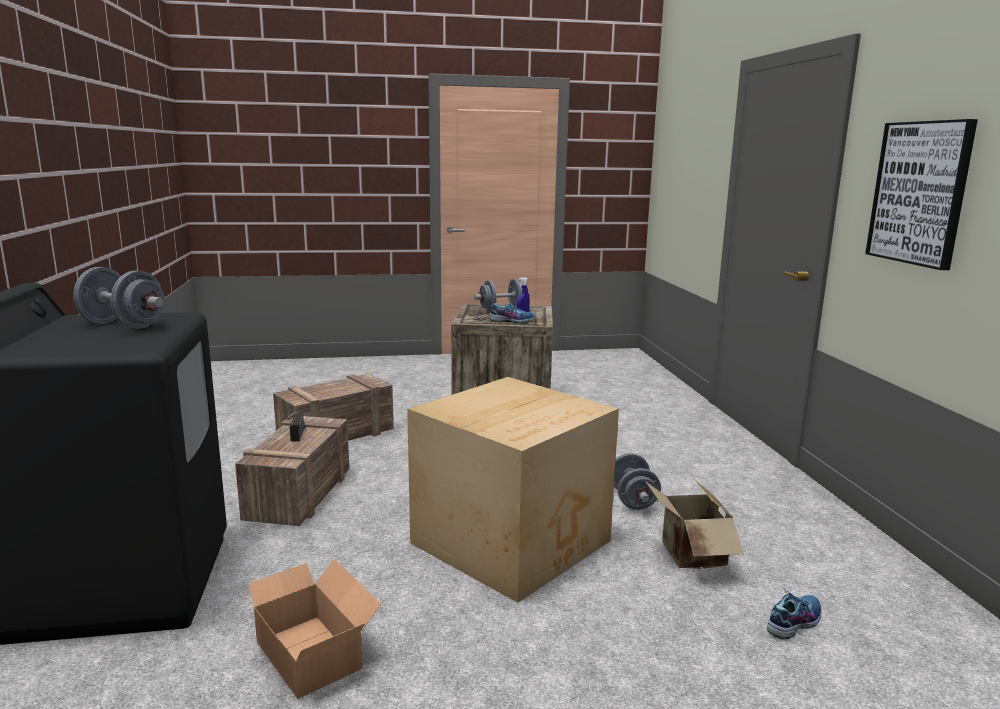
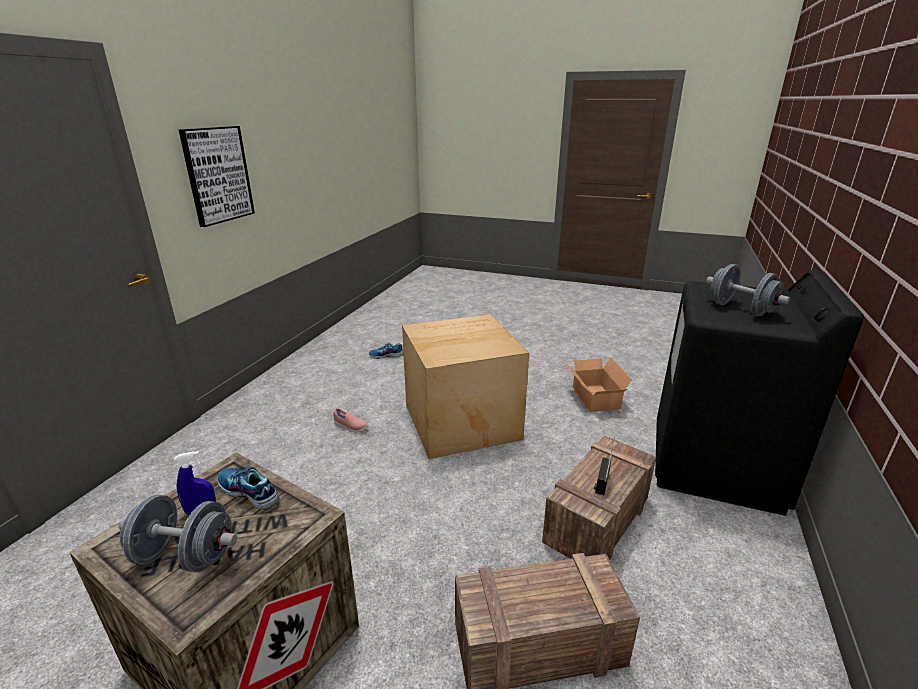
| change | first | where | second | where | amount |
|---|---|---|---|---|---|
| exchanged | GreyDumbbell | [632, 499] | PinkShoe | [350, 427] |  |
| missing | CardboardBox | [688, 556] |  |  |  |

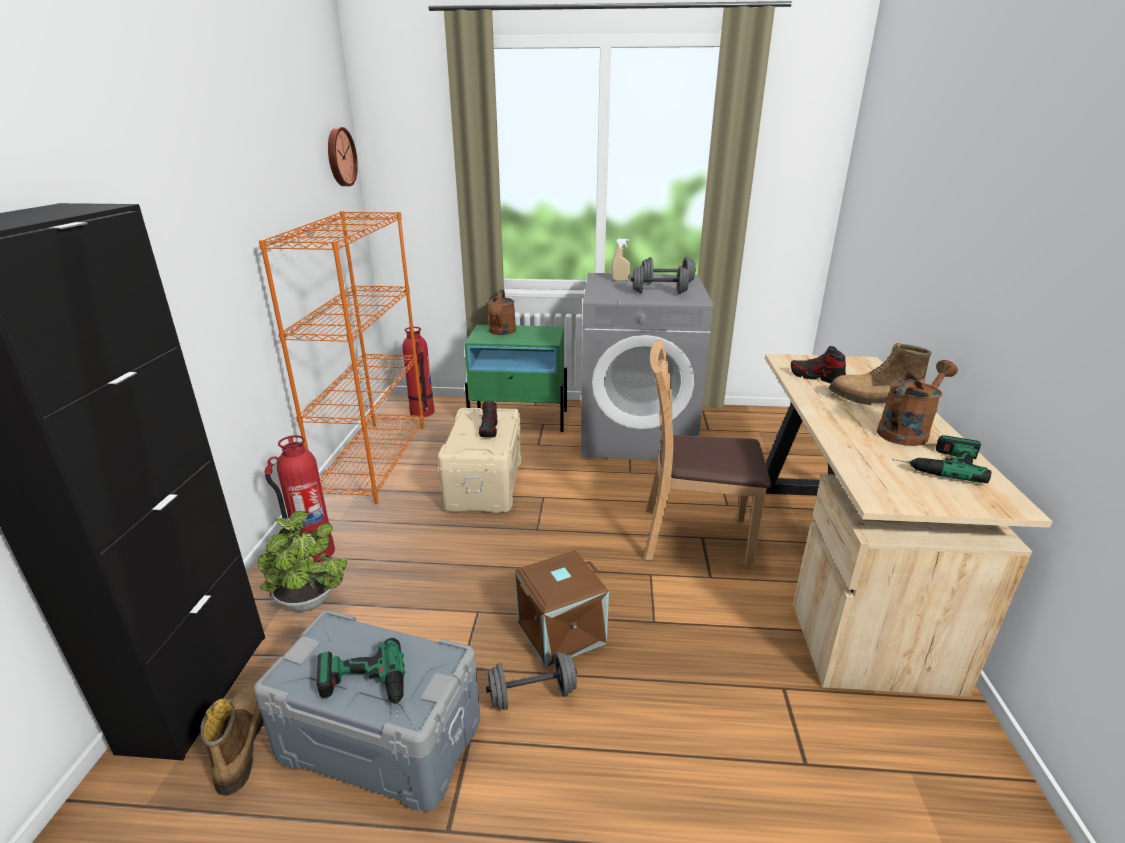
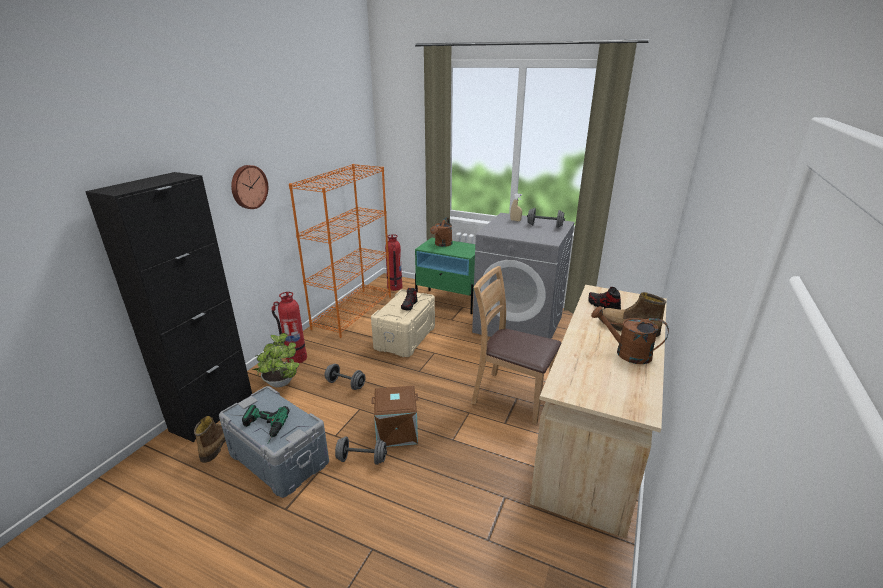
| change | first | where | second | where | amount |
|---|---|---|---|---|---|
| relocated | WallClock | [339, 157] |  | [248, 187] |  |
| relocated | GreyDumbbell | [659, 293] |  | [345, 384] |  |
| spun | BrownWateringCan | [906, 431] |  | [626, 353] | 135 degrees counterclockwise |
| missing | PowerDrill | [934, 462] |  |  |  |

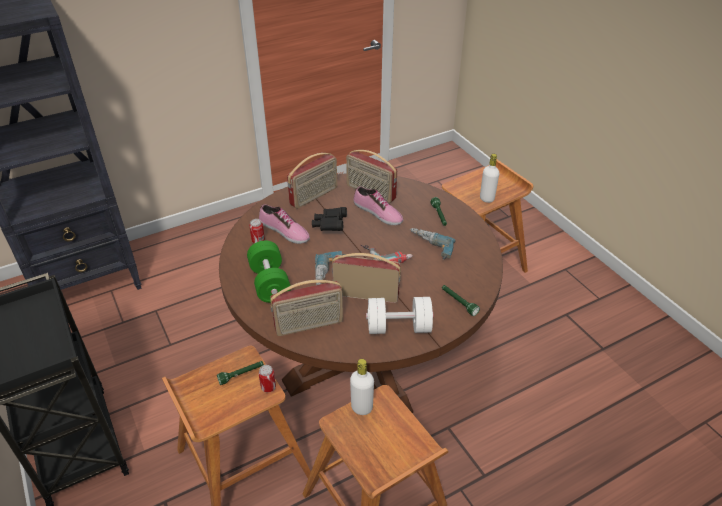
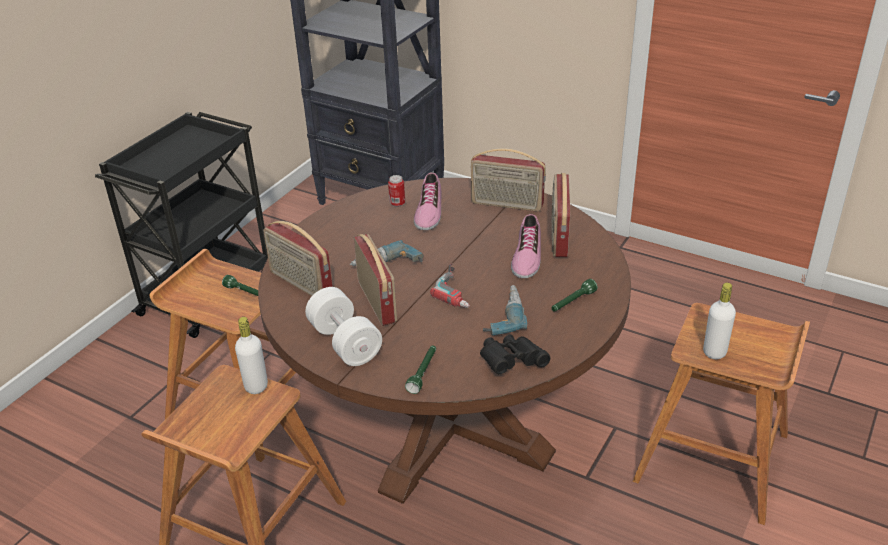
| change | first | where | second | where | amount |
|---|---|---|---|---|---|
| missing | GreenDumbbell | [269, 283] |  |  |  |
| missing | Can | [268, 387] |  |  |  |
| relocated | BlackBinoculars | [330, 226] |  | [511, 363] |  |

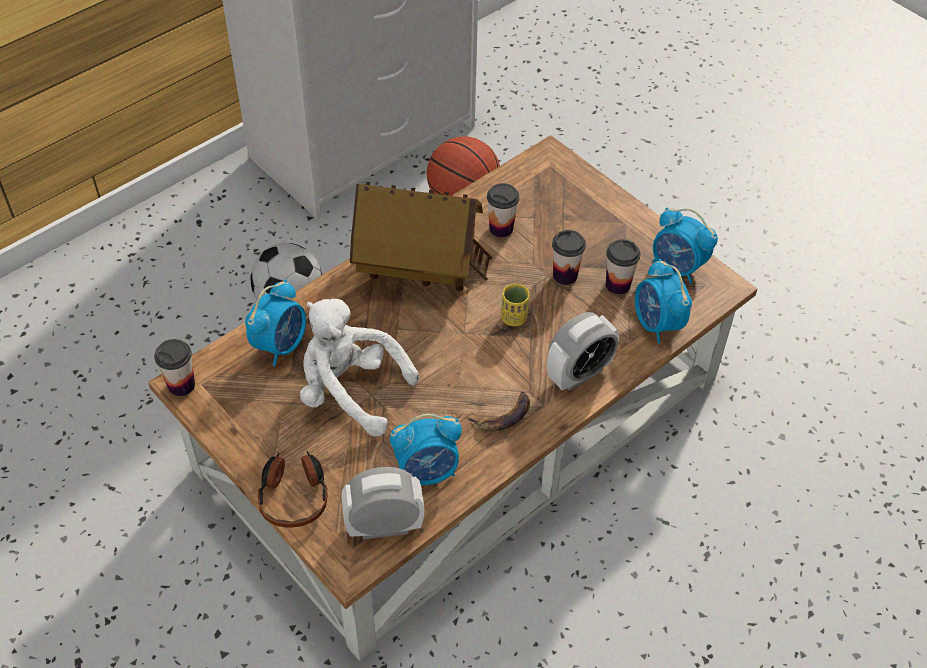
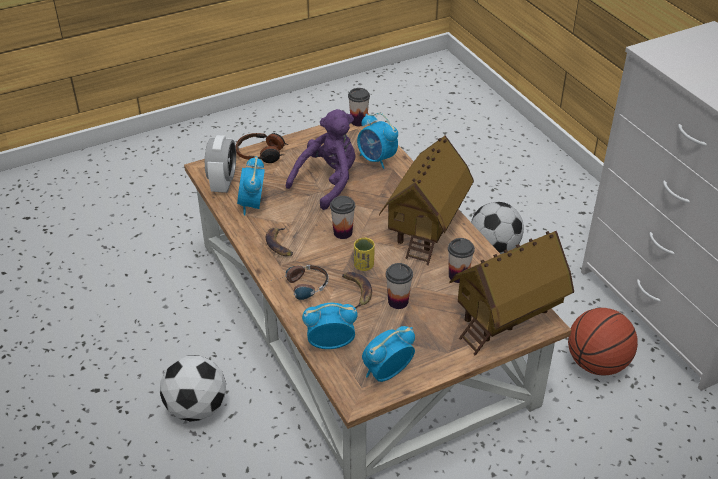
| change | first | where | second | where | amount |
|---|---|---|---|---|---|
| colour | WhitePlushToy | [350, 391] | PurplePlushToy | [328, 182] |  |
| exchanged | AlarmClock | [579, 374] | Headphones | [299, 288] |  |
| relocated | Cup | [617, 285] |  | [343, 232] |  |
| appeared |  |  | Football | [196, 408] |  |
| appeared |  |  | Banana | [356, 291] |  |
| appeared |  |  | ToyHouse | [506, 317] |  |

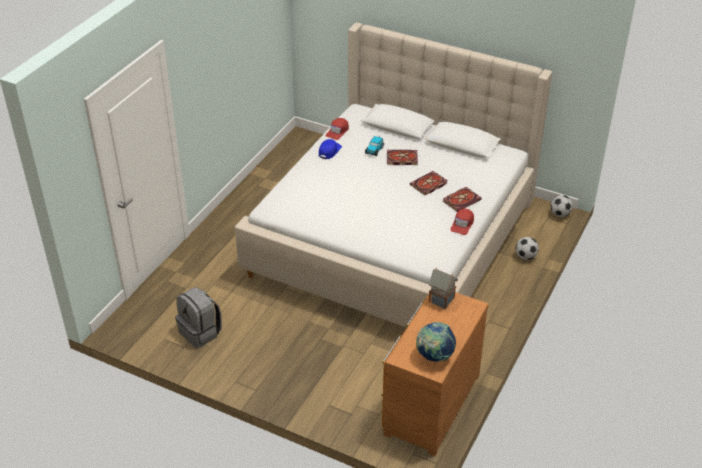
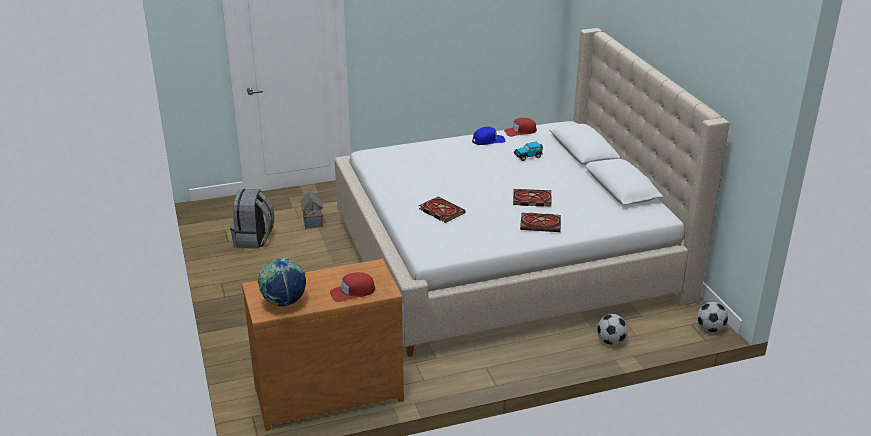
| change | first | where | second | where | amount |
|---|---|---|---|---|---|
| relocated | Book | [401, 159] |  | [440, 211] |  |
| relocated | ToyHouse | [442, 300] |  | [313, 224] |  |
| relocated | RedCap | [462, 224] |  | [352, 292] |  |

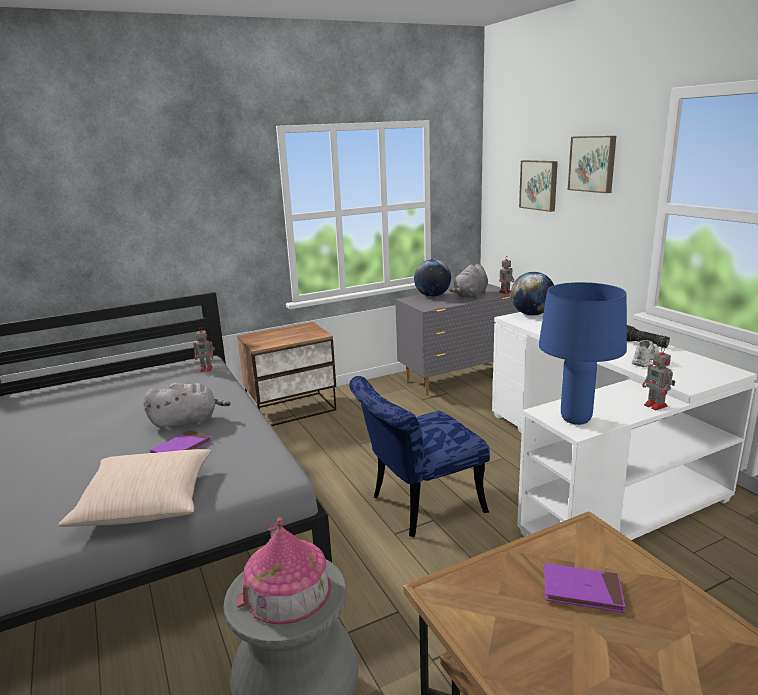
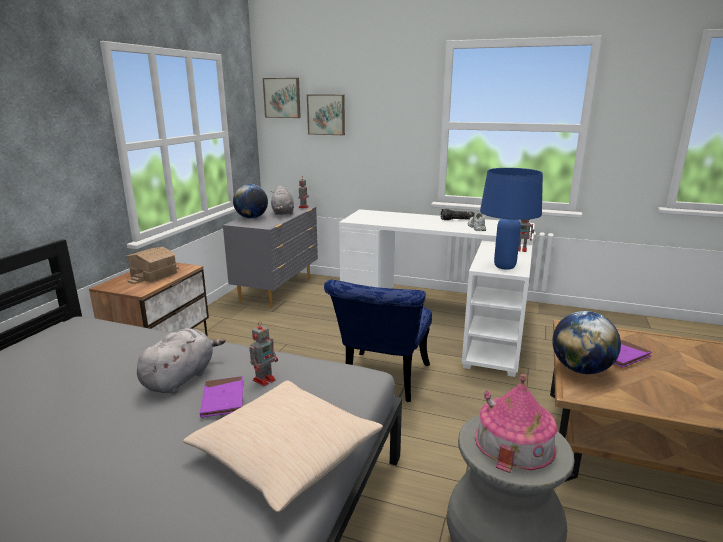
| change | first | where | second | where | amount |
|---|---|---|---|---|---|
| relocated | ToyRobot | [207, 369] |  | [265, 379] |  |
| relocated | Globe | [532, 314] |  | [581, 369] |  |
| relocated | Picture | [593, 164] |  | [282, 98] |  |
| appeared |  |  | ToyHouse | [154, 275] |  |

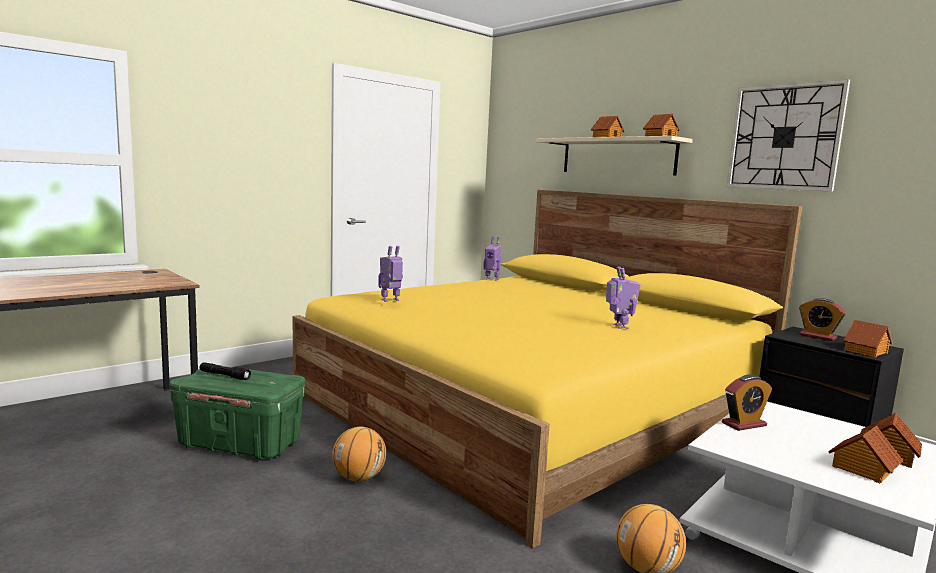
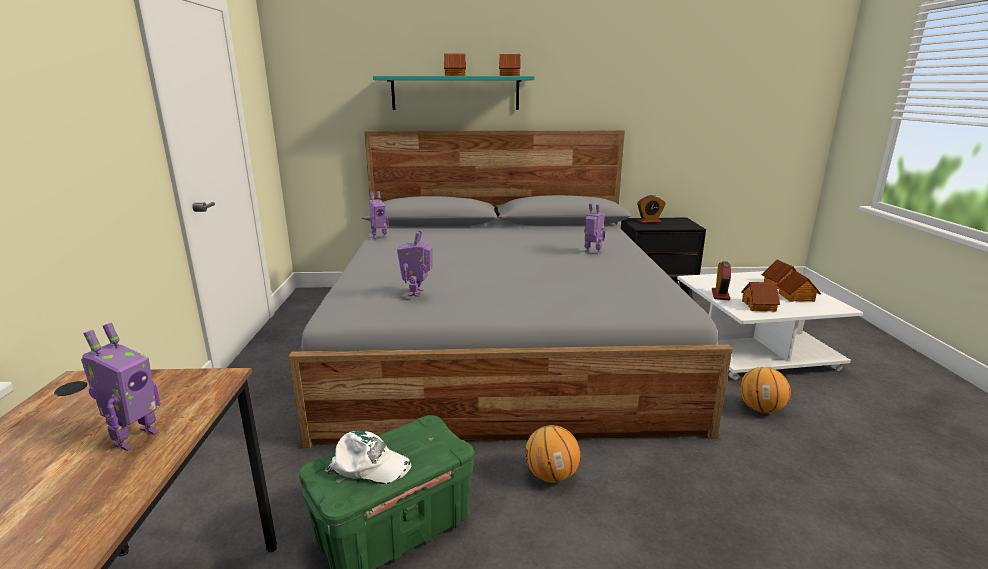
| change | first | where | second | where | amount |
|---|---|---|---|---|---|
| exchanged | BlackFlashlight | [224, 376] | WhiteCap | [369, 465] |  |
| colour | YellowBed | [532, 405] | GreyBed | [501, 342] |  |
| colour | BeigeShelf | [617, 156] | TurquoiseShelf | [455, 93] |  |
| missing | WallClock | [784, 137] |  |  |  |
| relocated | ToyHouse | [866, 351] |  | [759, 306] |  |
| appeared |  |  | ToyRobot | [134, 438] |  |

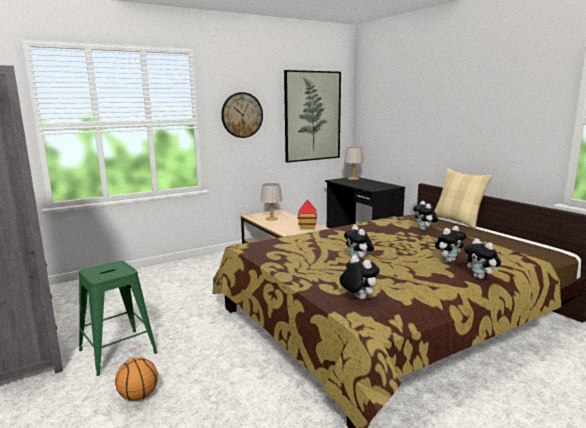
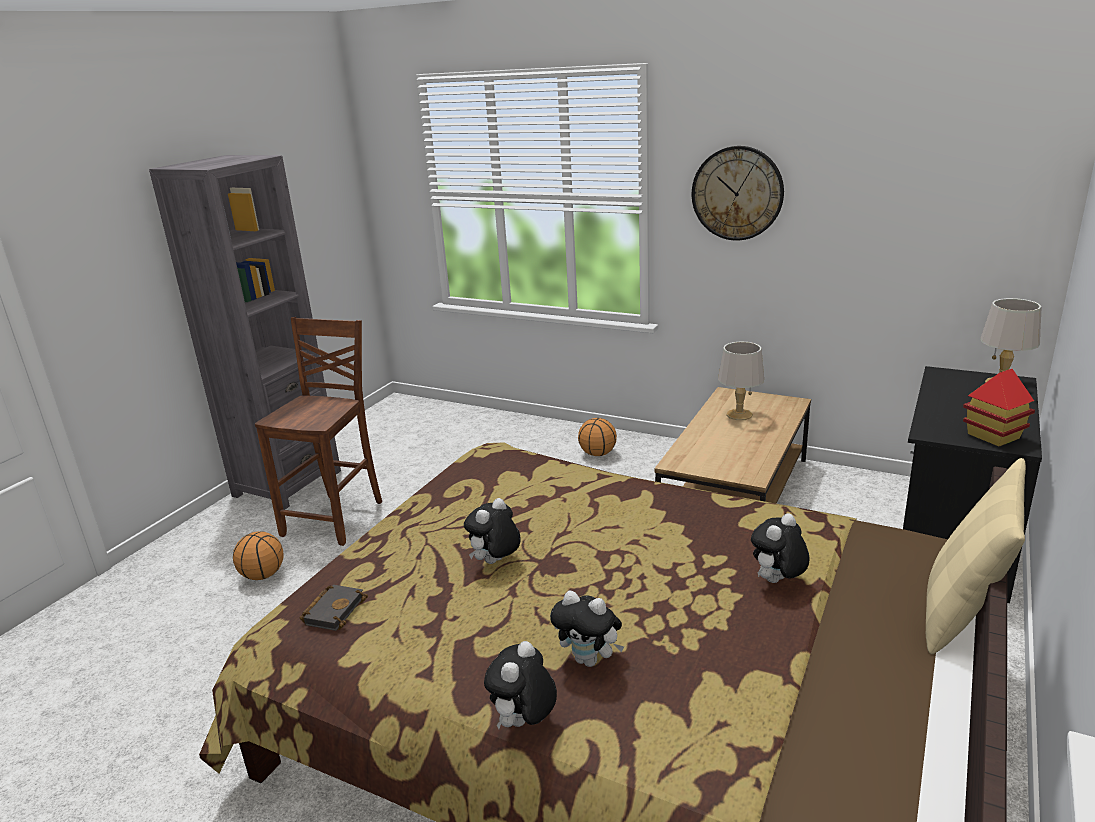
| change | first | where | second | where | amount |
|---|---|---|---|---|---|
| exchanged | GreenStool | [117, 351] | BrownChair | [336, 518] |  |
| missing | Picture | [312, 116] |  |  |  |
| relocated | ToyHouse | [307, 227] |  | [993, 436] |  |
| exchanged | PlushToy | [358, 298] | BlackBook | [334, 610] |  |
| appeared |  |  | Basketball | [597, 454] |  |

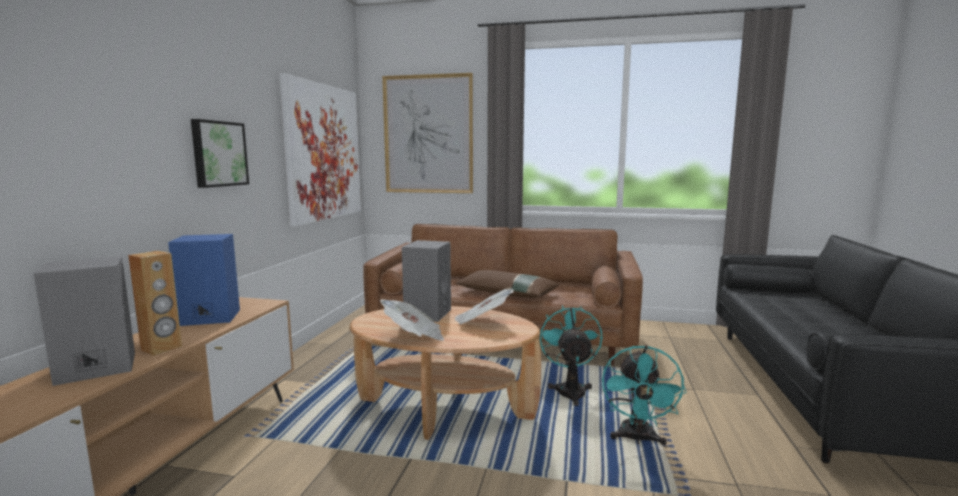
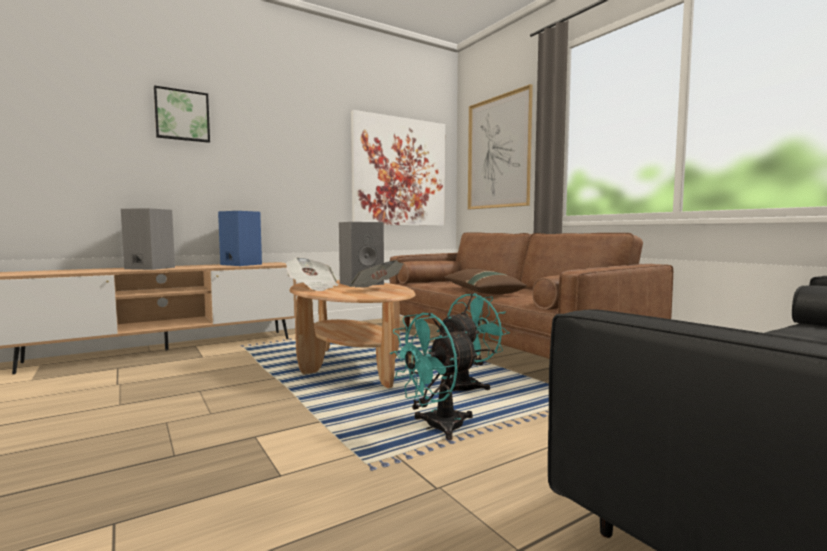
| change | first | where | second | where | amount |
|---|---|---|---|---|---|
| missing | BrownSpeaker | [162, 348] |  |  |  |
| relocated | Picture | [218, 154] |  | [182, 115] |  |

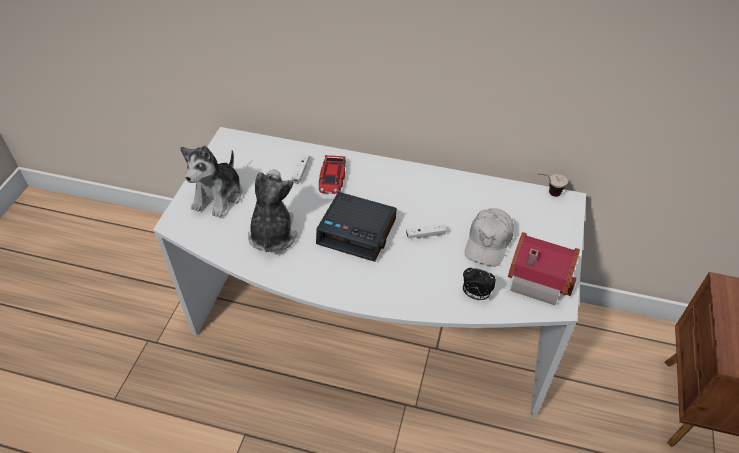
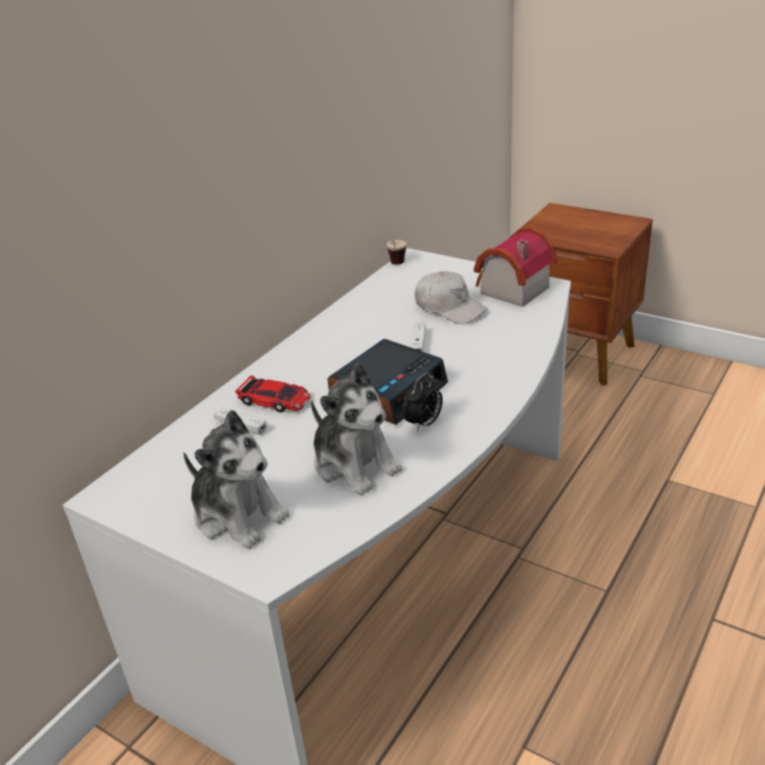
| change | first | where | second | where | amount |
|---|---|---|---|---|---|
| spun | PlushToy | [272, 234] |  | [354, 464] | 150 degrees counterclockwise |
| relocated | AlarmClock | [475, 295] |  | [424, 424] |  |

